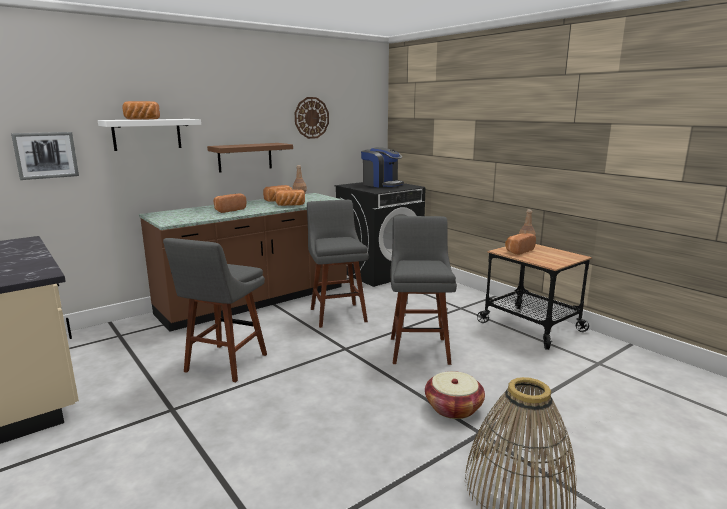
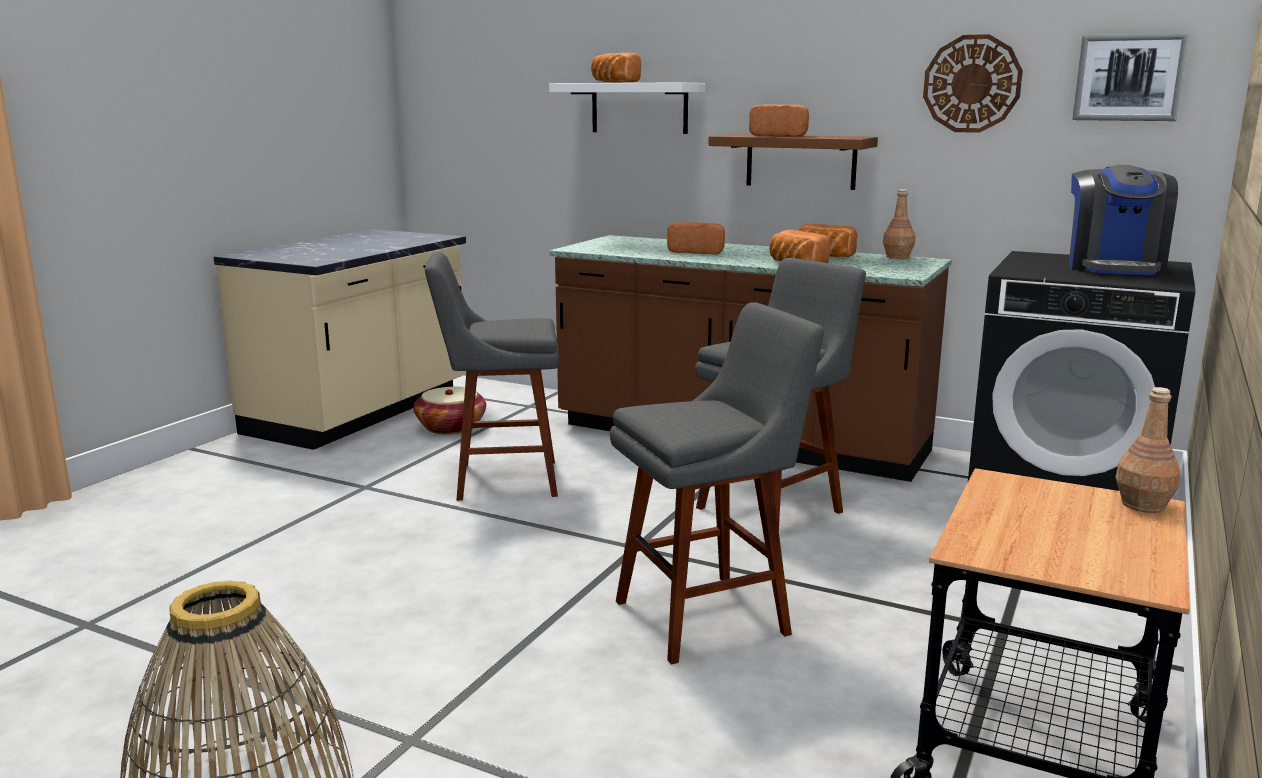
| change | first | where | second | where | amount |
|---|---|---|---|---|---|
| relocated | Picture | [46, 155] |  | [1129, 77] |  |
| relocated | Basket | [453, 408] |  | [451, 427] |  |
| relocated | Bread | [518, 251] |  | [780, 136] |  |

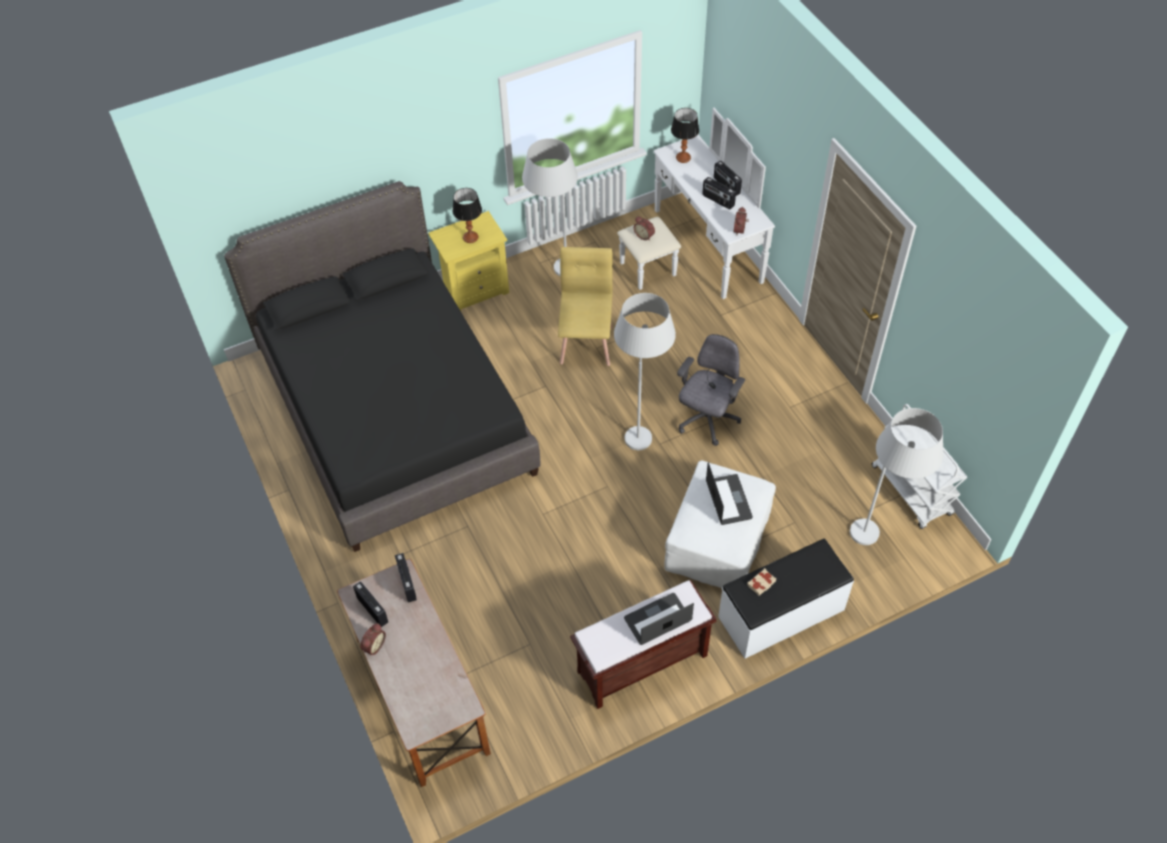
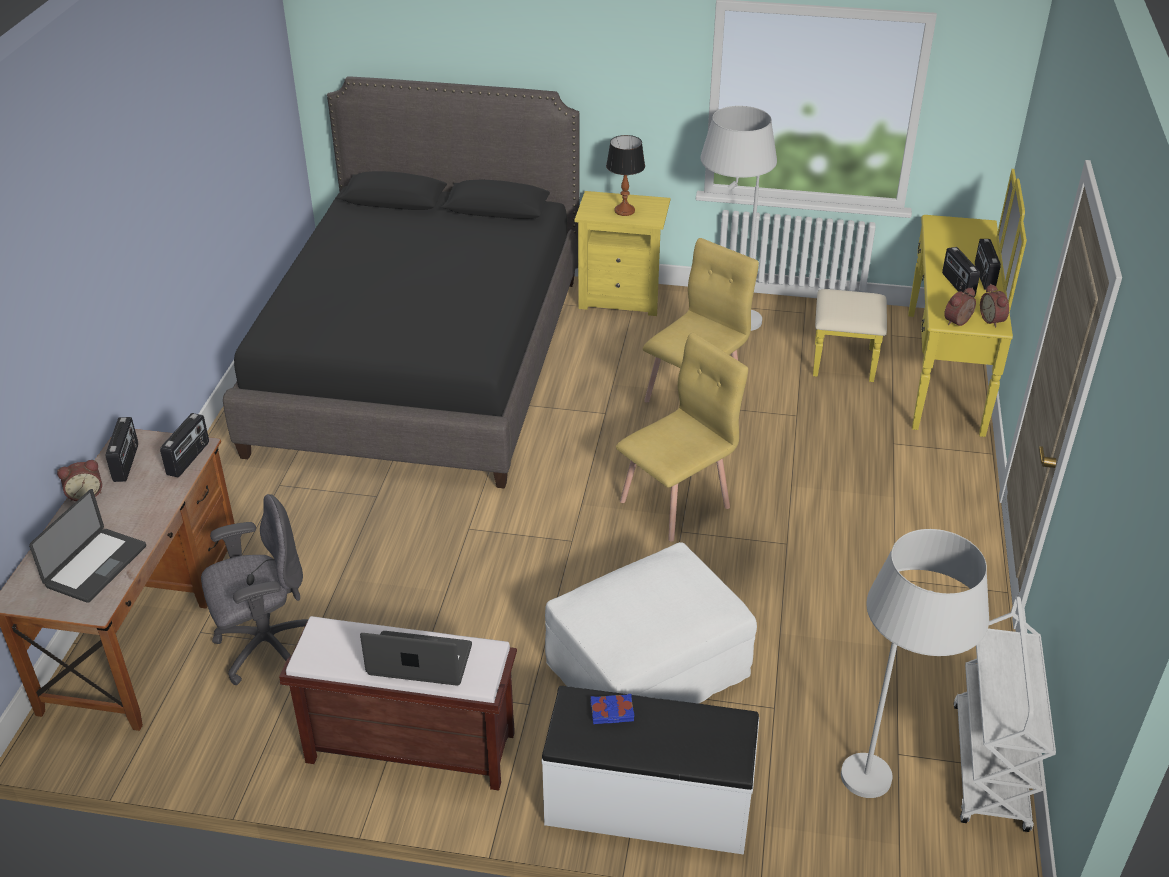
| change | first | where | second | where | amount |
|---|---|---|---|---|---|
| exchanged | WhiteFloorLamp | [641, 427] | YellowChair | [676, 504] |  |
| colour | WhiteDresser | [694, 251] | YellowDresser | [920, 369] |  |
| relocated | AlarmClock | [644, 235] |  | [993, 320] |  |
| missing | TableLamp | [683, 158] |  |  |  |
| relocated | GreyOfficeChair | [706, 420] |  | [266, 647] |  |
| relocated | Laptop | [728, 500] |  | [96, 566] |  |
| colour | BeigeBook | [761, 583] | BlueBook | [612, 712] |  |

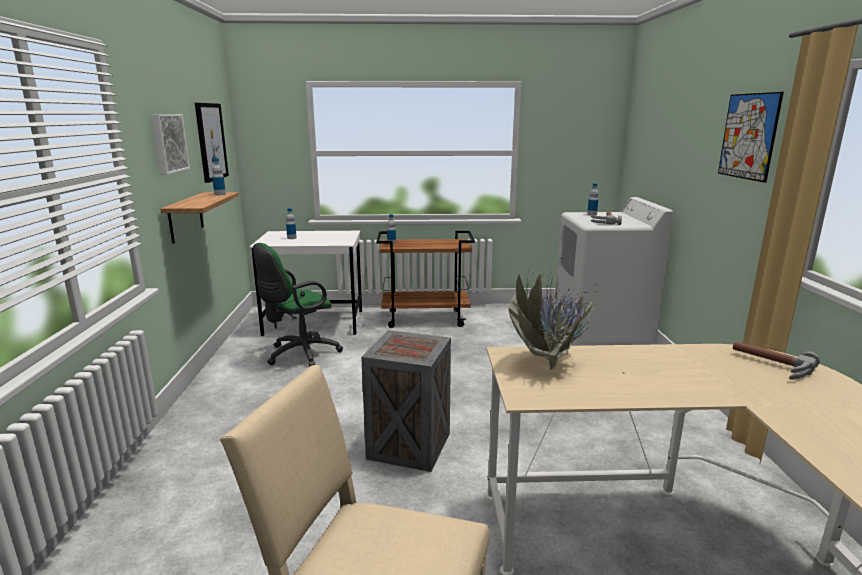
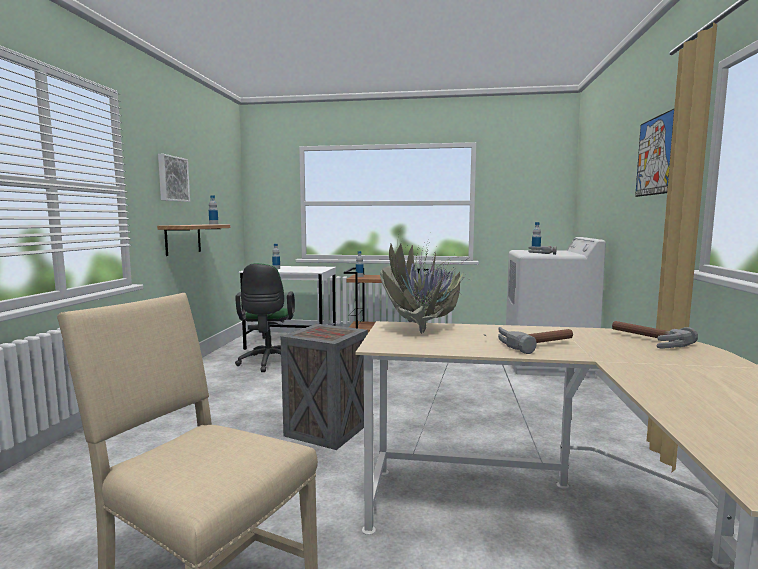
| change | first | where | second | where | amount |
|---|---|---|---|---|---|
| missing | Picture | [211, 142] |  |  |  |
| spun | GreenOfficeChair | [299, 354] |  | [267, 363] | 60 degrees counterclockwise |
| appeared |  |  | Hammer | [534, 344] |  |

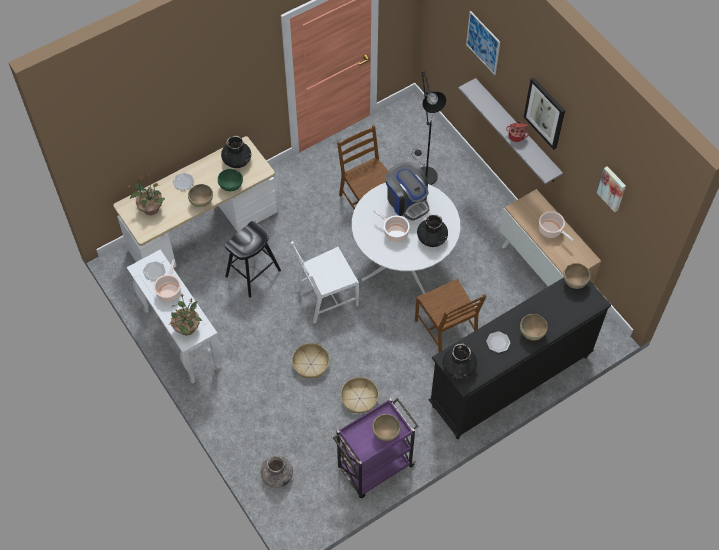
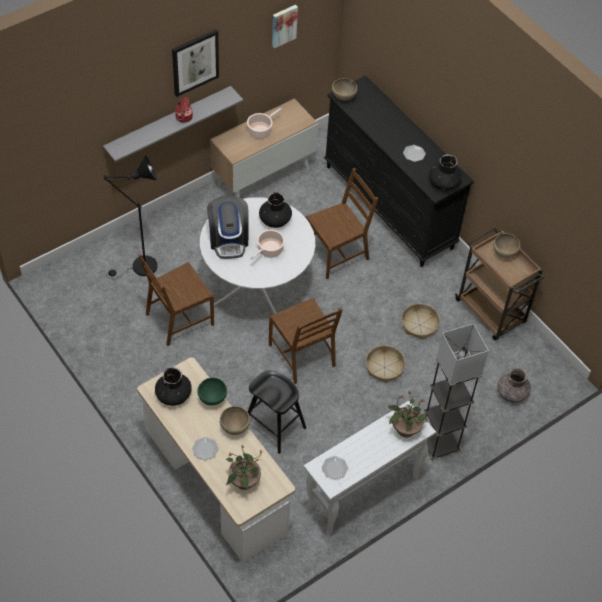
| change | first | where | second | where | amount |
|---|---|---|---|---|---|
| missing | CookingPot | [169, 291] |  |  |  |
| colour | WhiteChair | [326, 297] | BrownChair | [303, 355] |  |
| colour | PurpleCart | [374, 467] | BrownCart | [491, 312] |  |
| spun | CoffeeMachine | [407, 201] |  | [228, 239] | 120 degrees clockwise |
| missing | Picture | [483, 43] |  |  |  |
| missing | BrownBowl | [532, 333] |  |  |  |
| appeared |  |  | GreyFloorLamp | [439, 444] |  |

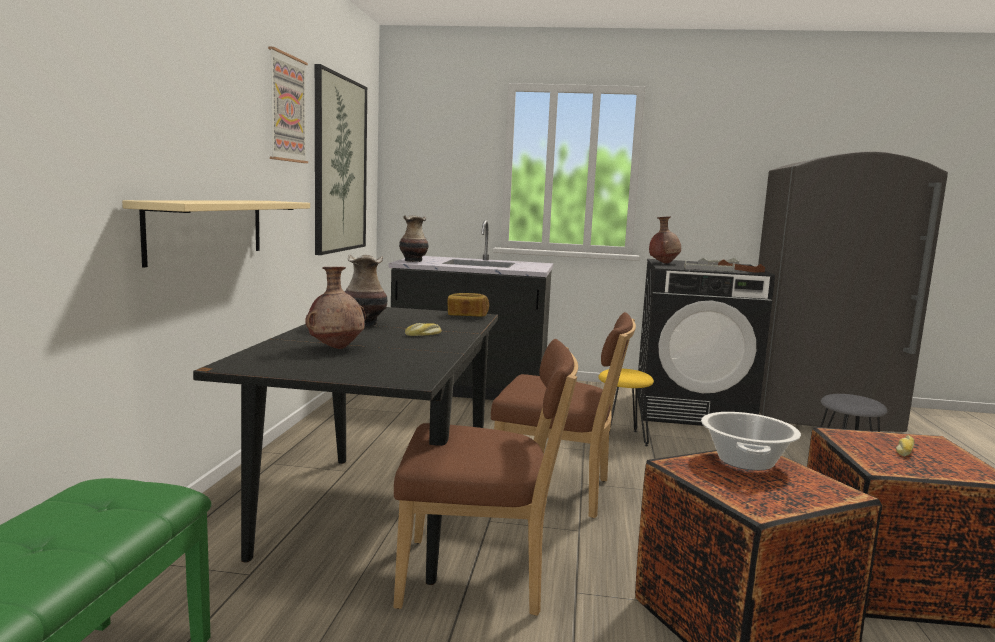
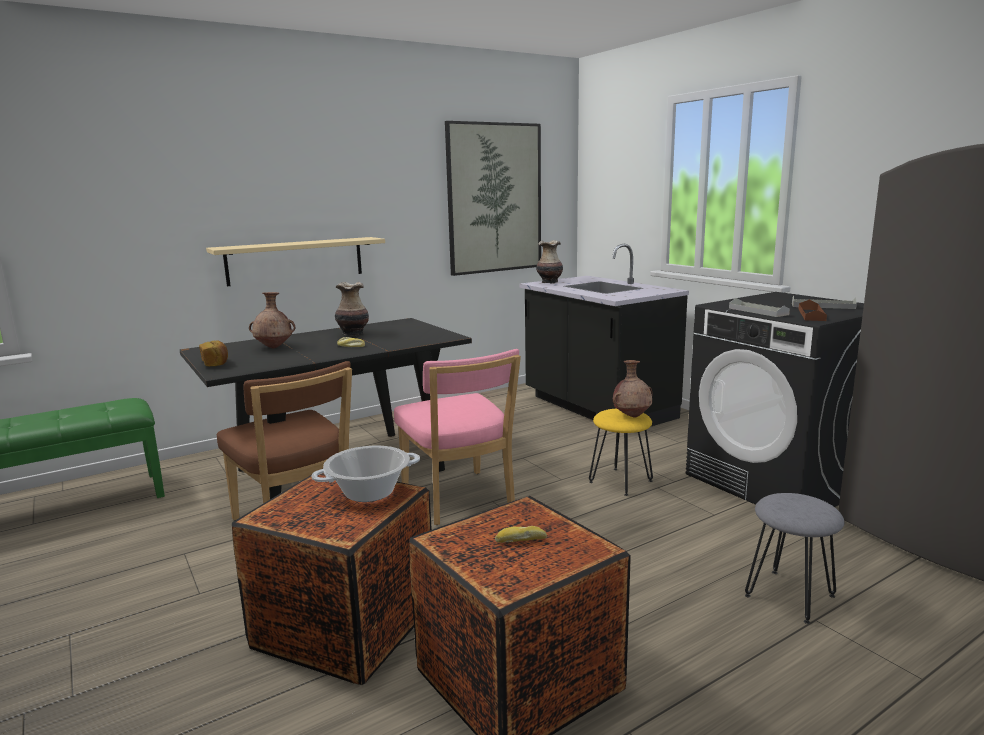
| change | first | where | second | where | amount |
|---|---|---|---|---|---|
| missing | Picture | [287, 108] |  |  |  |
| relocated | Bread | [467, 316] |  | [215, 363] |  |
| colour | BrownChair | [557, 492] | PinkChair | [459, 500] |  |
| relocated | BrownVase | [663, 263] |  | [632, 416] |  |

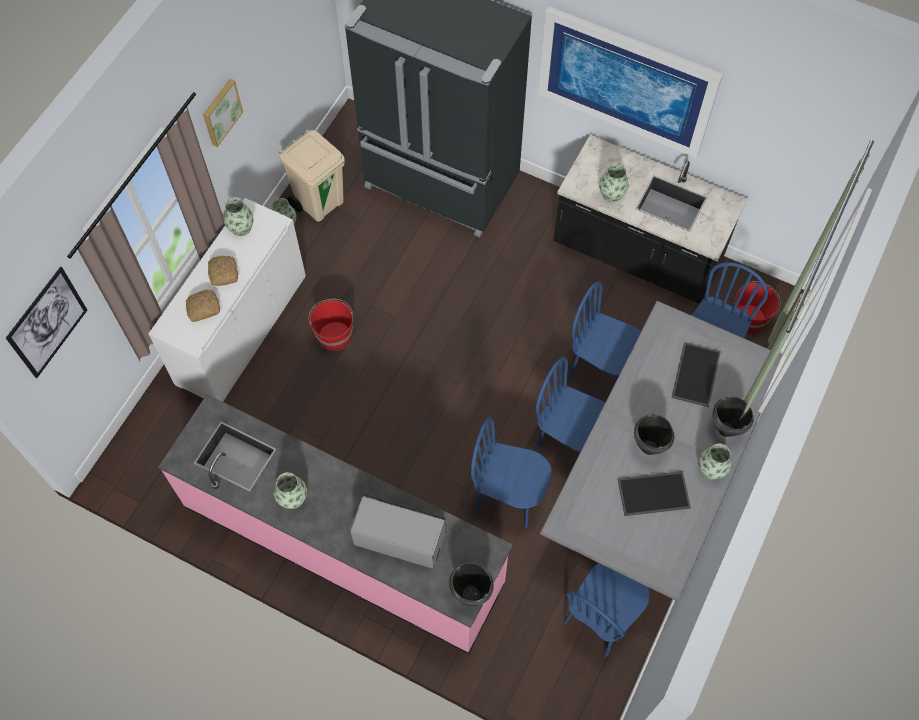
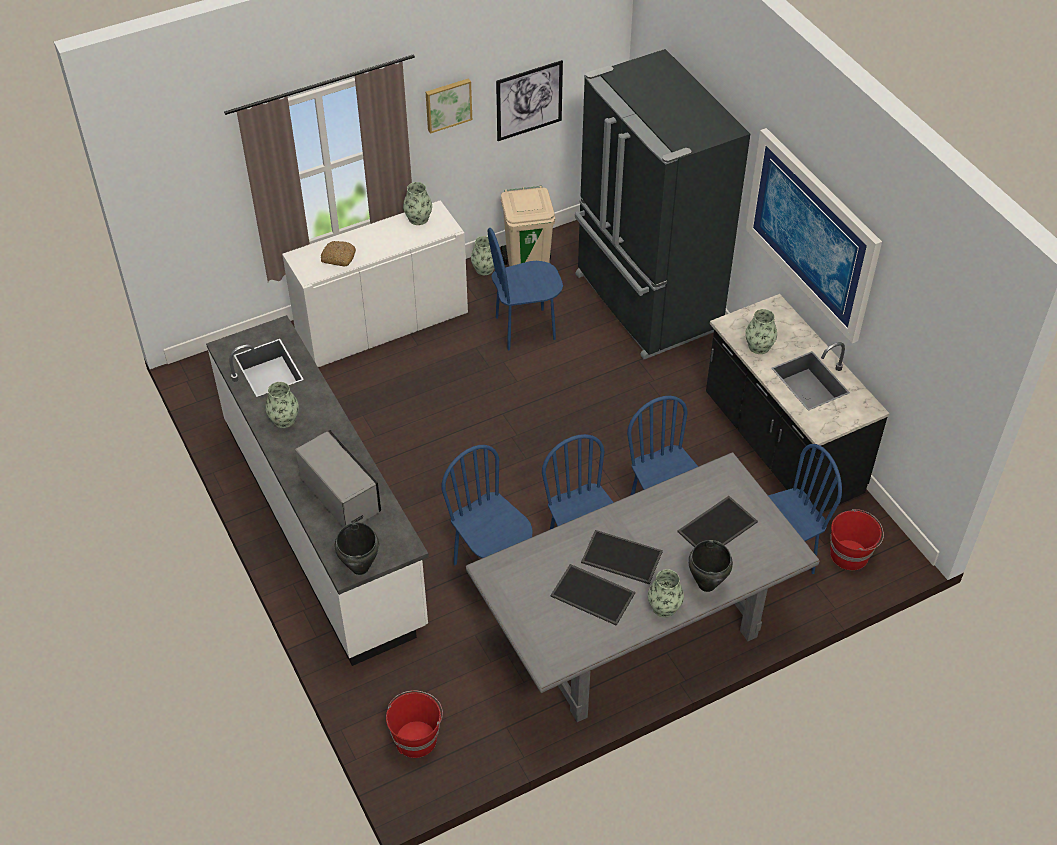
| change | first | where | second | where | amount |
|---|---|---|---|---|---|
| relocated | Picture | [47, 323] |  | [529, 100] |  |
| colour | PinkCounter | [344, 544] | WhiteCounter | [324, 522] |  |
| missing | Bread | [223, 273] |  |  |  |
| relocated | RedBucket | [334, 335] |  | [416, 738] |  |
| relocated | BlueChair | [601, 618] |  | [525, 328] |  |
| exchanged | BlackCookingPot | [648, 448] | Tray | [620, 558] |  |

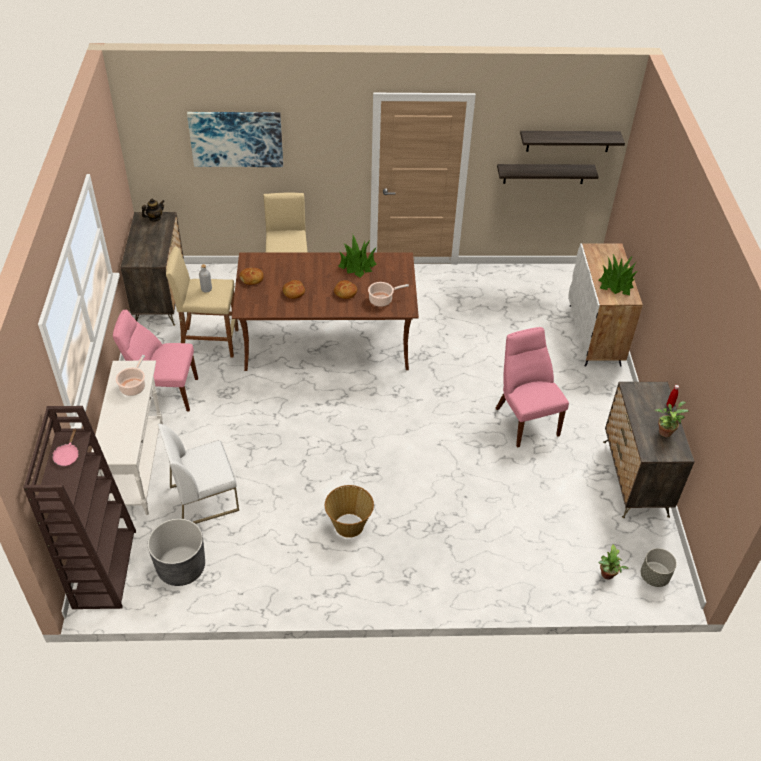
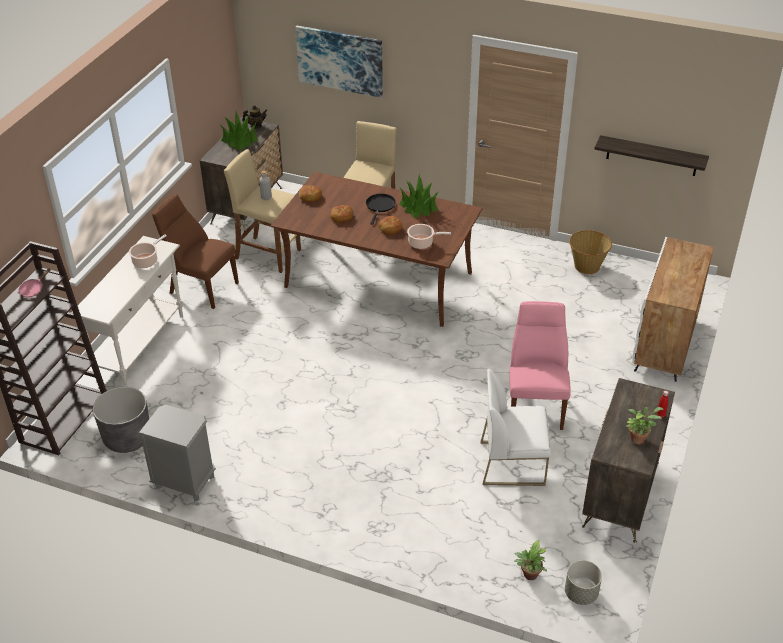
| change | first | where | second | where | amount |
|---|---|---|---|---|---|
| colour | PinkChair | [163, 392] | BrownChair | [201, 287] |  |
| relocated | WhiteChair | [204, 498] |  | [513, 463] |  |
| relocated | Basket | [349, 525] |  | [587, 266] |  |
| missing | Shelf | [568, 141] |  |  |  |
| relocated | PottedPlant | [616, 283] |  | [239, 140] |  |
| appeared |  |  | GreyNightstand | [184, 482] |  |
| appeared |  |  | BlackFryingPan | [380, 206] |  |

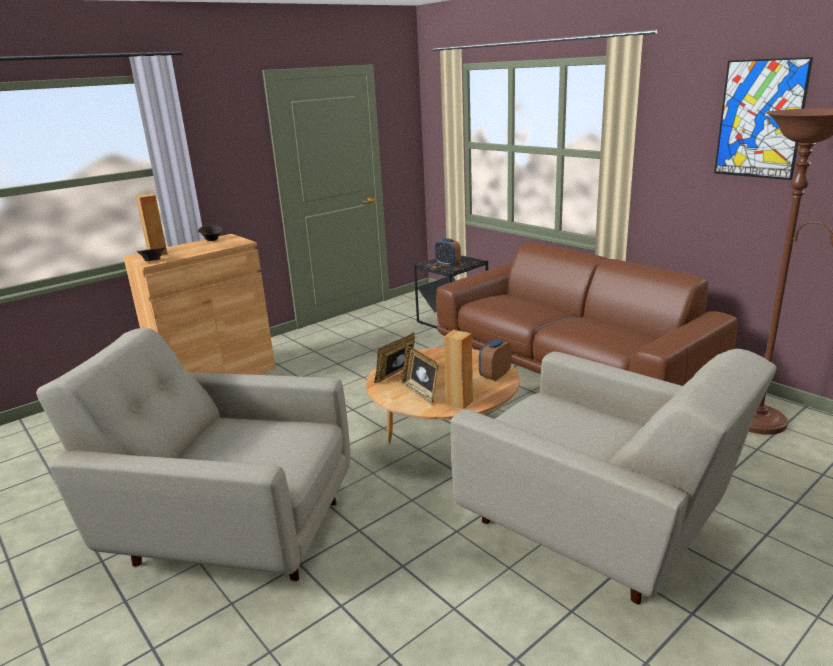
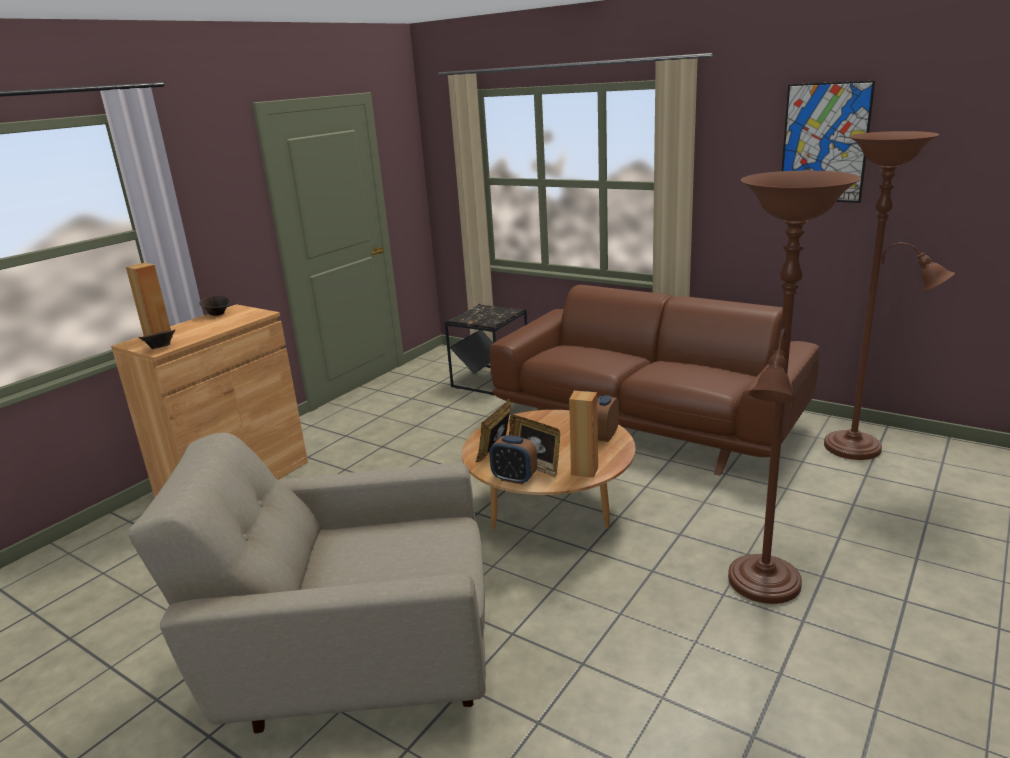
| change | first | where | second | where | amount |
|---|---|---|---|---|---|
| relocated | AlarmClock | [447, 264] |  | [514, 478] |  |
| exchanged | BeigeArmchair | [597, 532] | BrownFloorLamp | [763, 587] |  |

